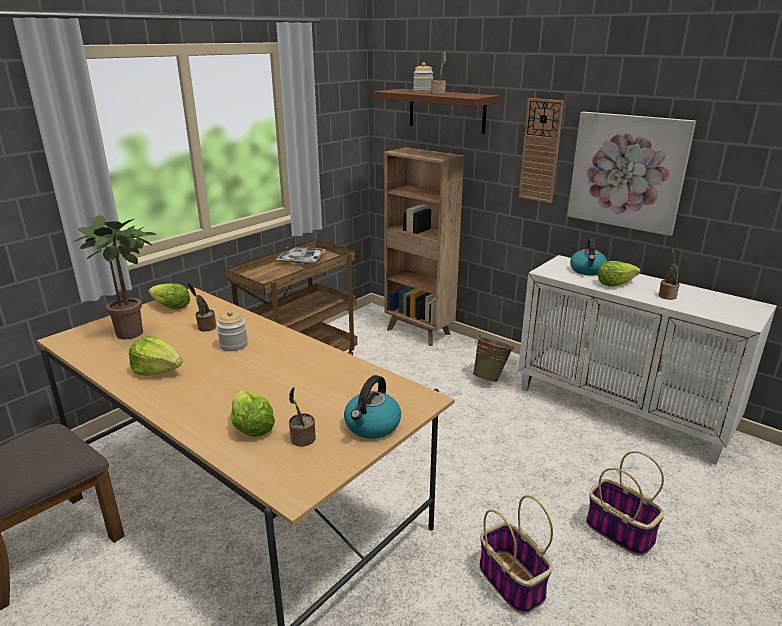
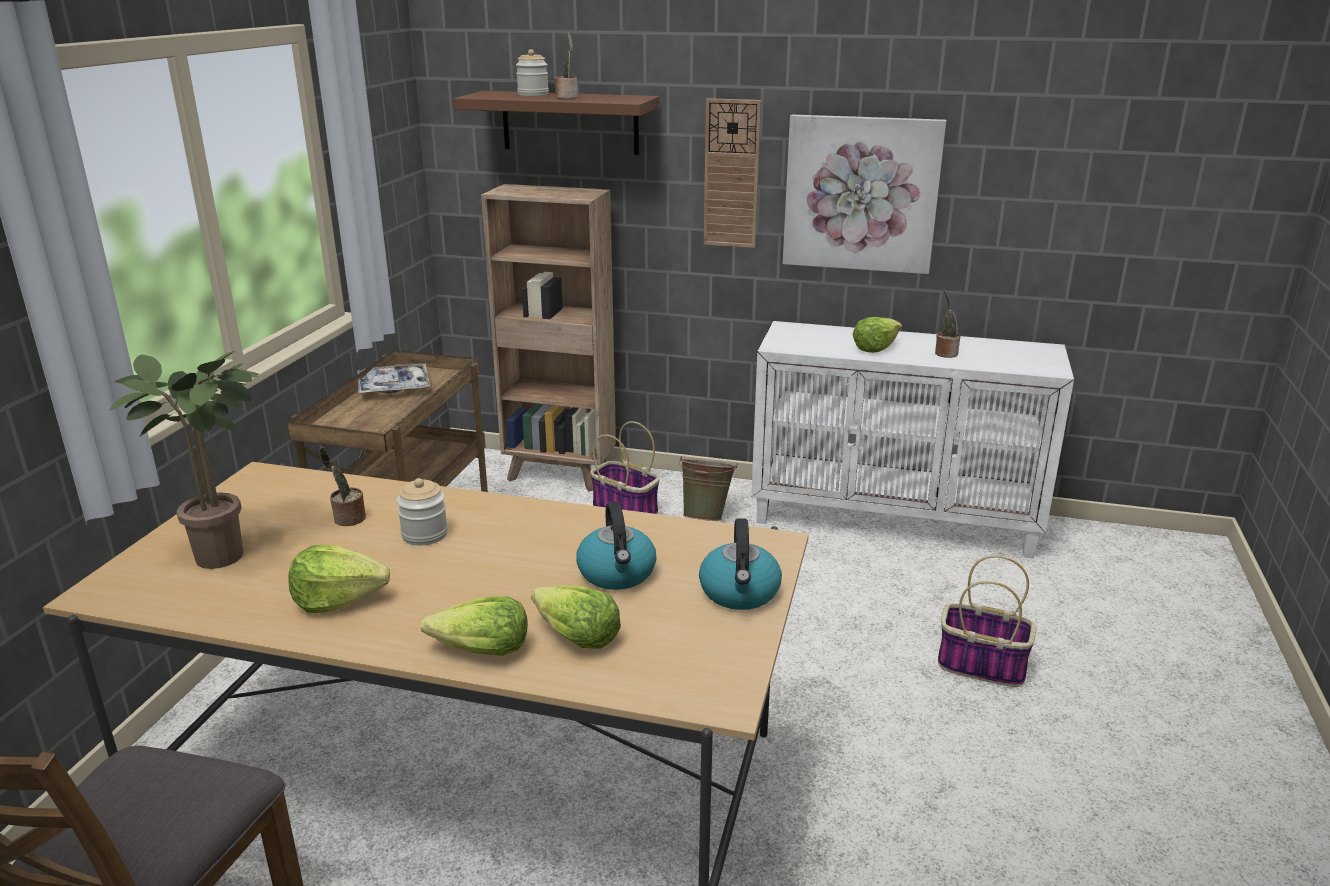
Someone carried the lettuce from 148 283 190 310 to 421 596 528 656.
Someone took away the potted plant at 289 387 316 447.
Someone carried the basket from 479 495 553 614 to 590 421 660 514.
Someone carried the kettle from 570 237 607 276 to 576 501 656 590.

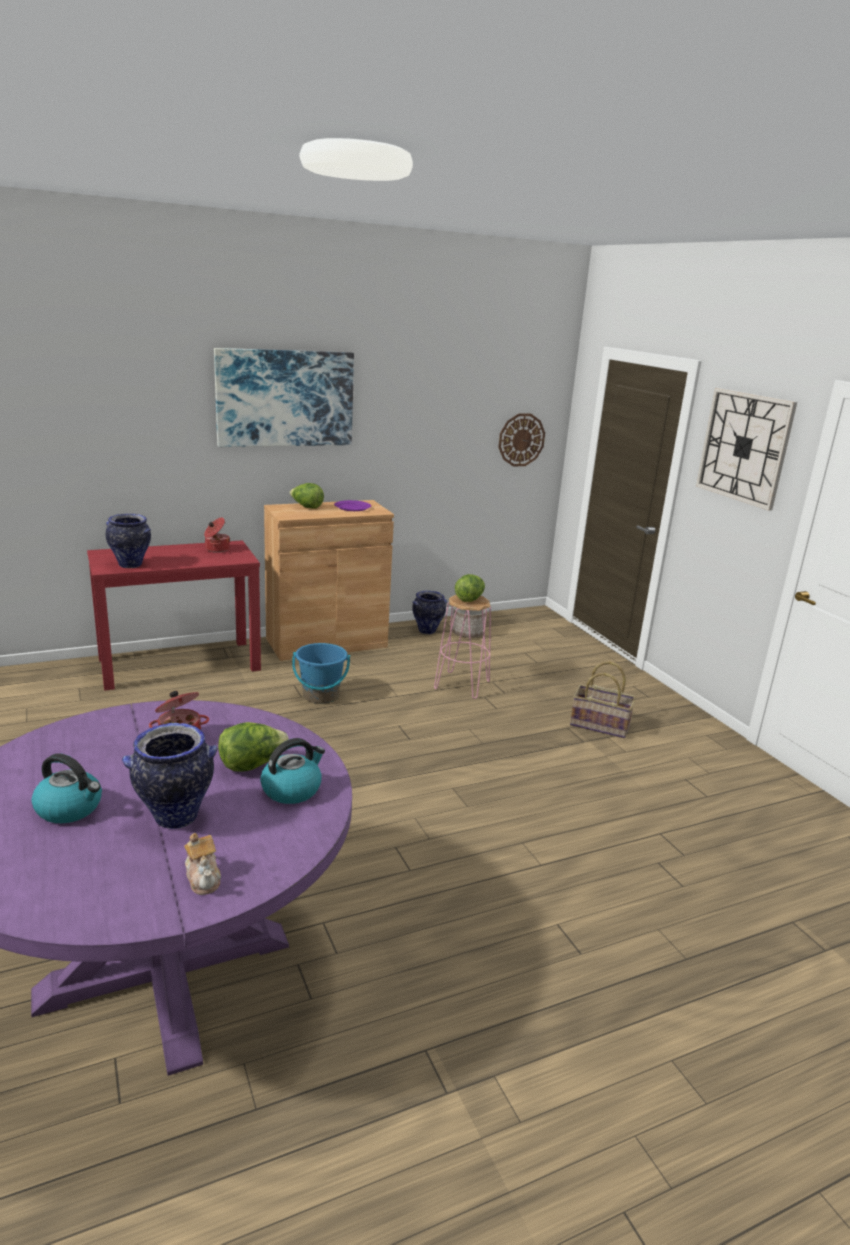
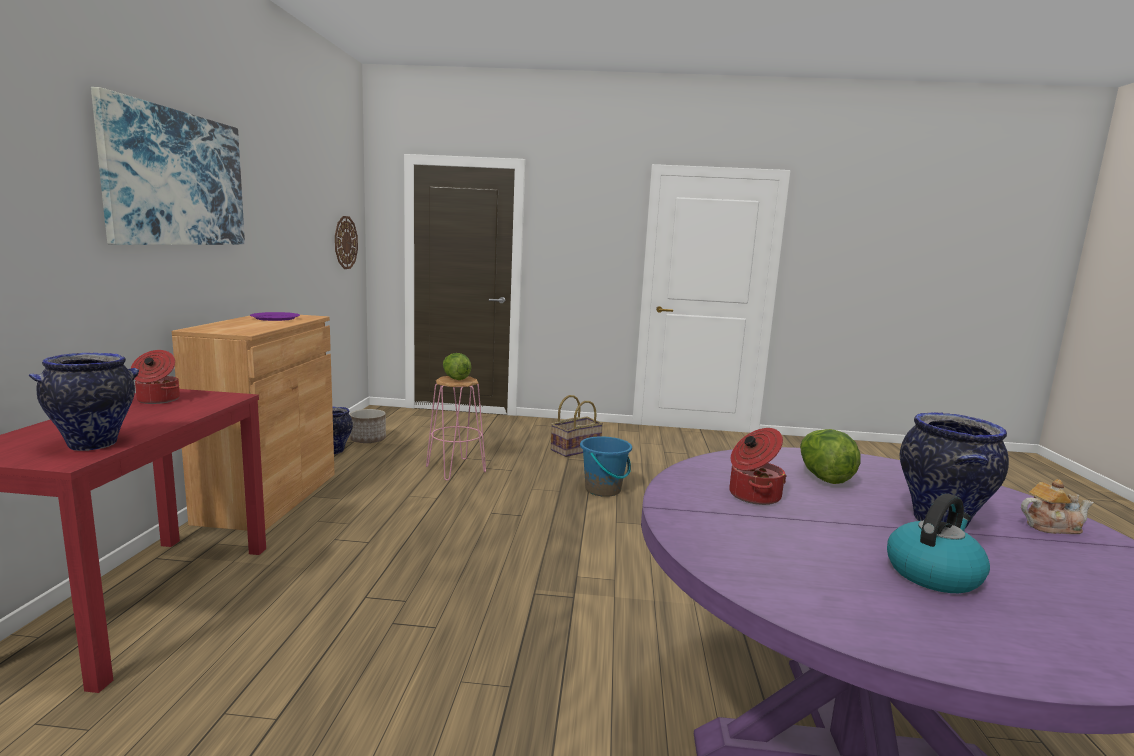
Someone took away the kettle at 260 738 325 804.
Someone took away the lettuce at 290 483 324 509.
Someone carried the blue bucket from 292 643 350 704 to 580 436 632 497.
Someone took away the wall clock at 696 388 797 511.

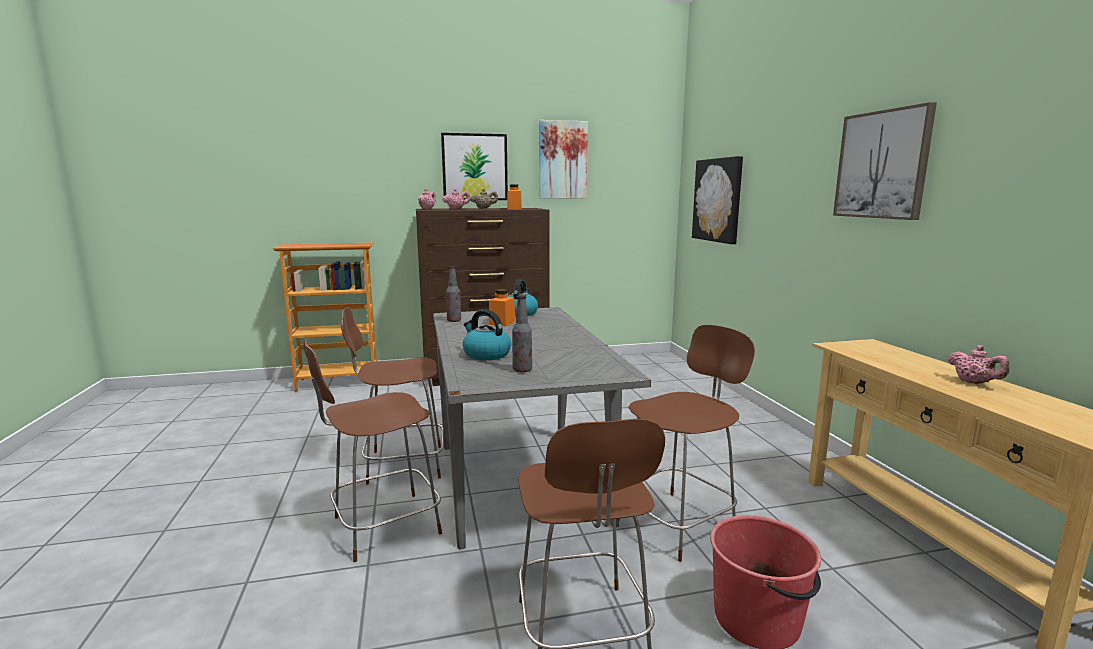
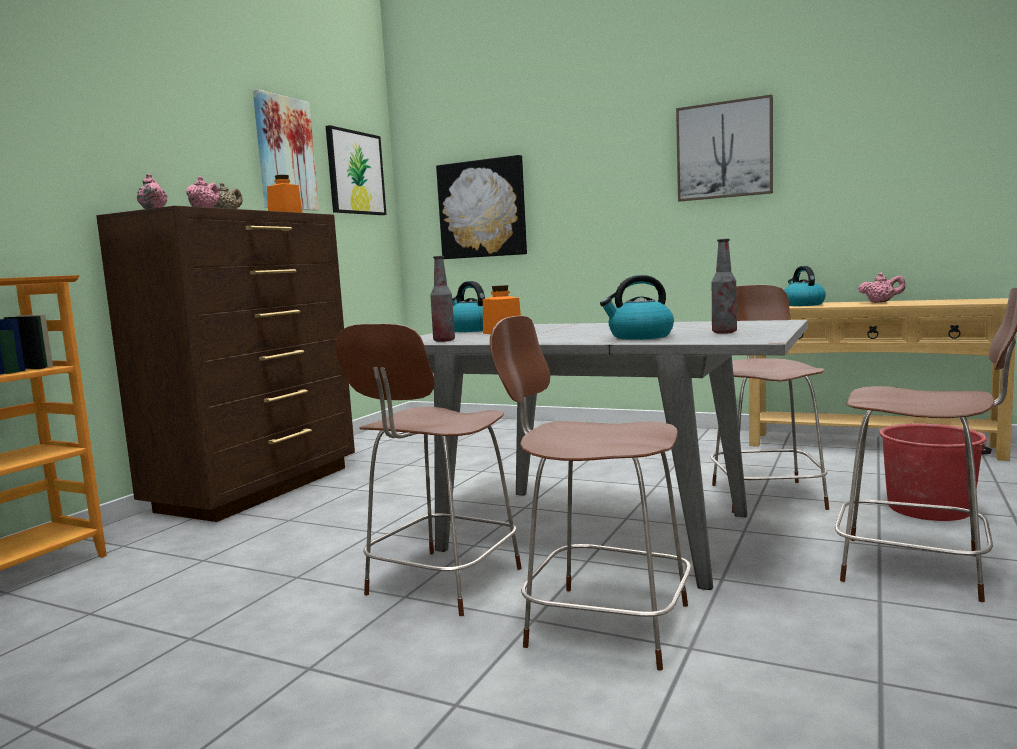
Someone rotated the brown chair at 304 341 442 562 by 105 degrees clockwise.
Someone carried the picture from 441 133 508 200 to 326 125 387 215.
Someone put down the kettle at 784 266 826 306.

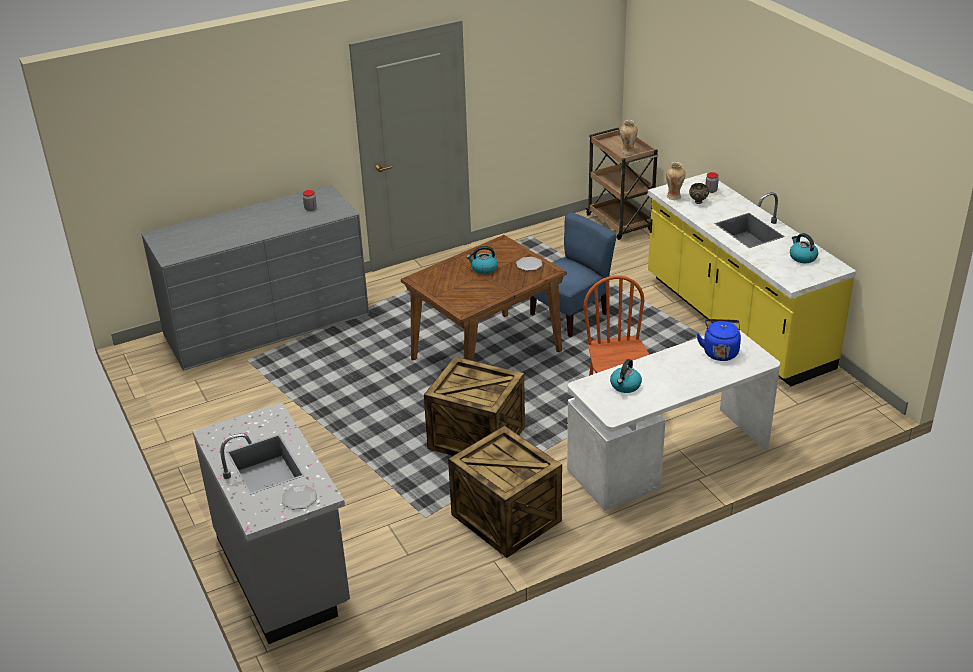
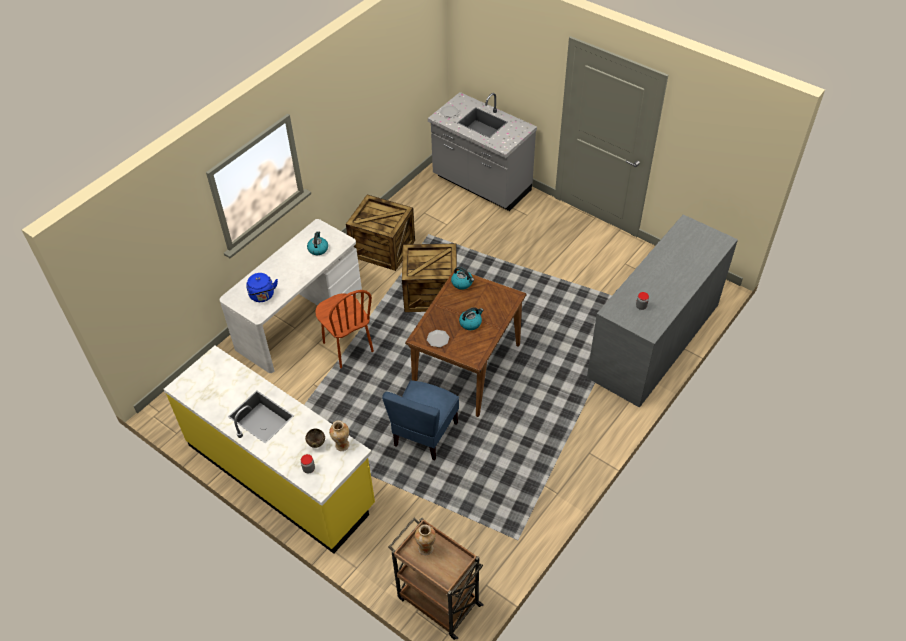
Someone carried the kettle from 790 233 818 263 to 451 267 474 290.

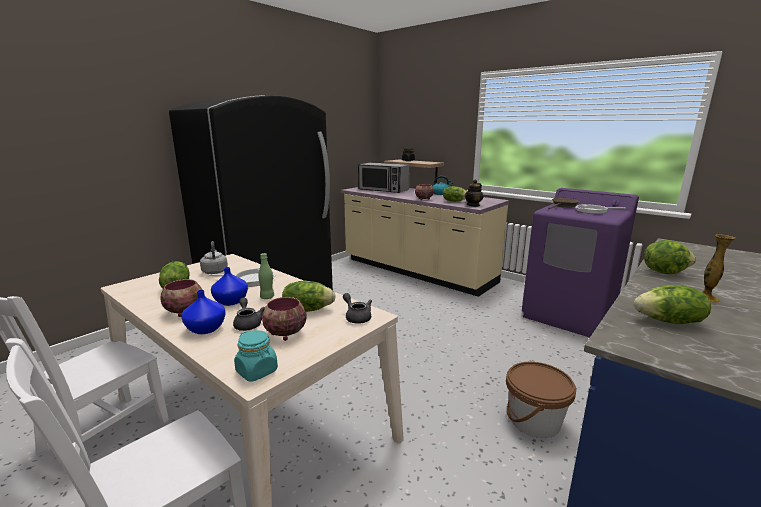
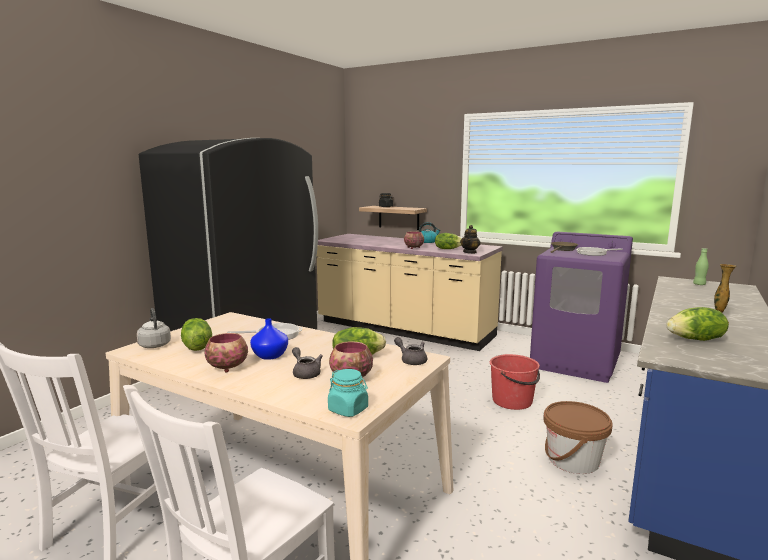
Someone took away the blue vase at 182 290 226 334.
Someone carried the grey kettle from 200 241 228 274 to 137 308 171 348.
Someone carried the green bottle from 258 253 274 299 to 693 248 709 285.
Someone took away the microwave at 358 163 410 193.
Someone took away the lettuce at 644 240 696 274.
Someone put down the red bucket at 490 354 540 410.

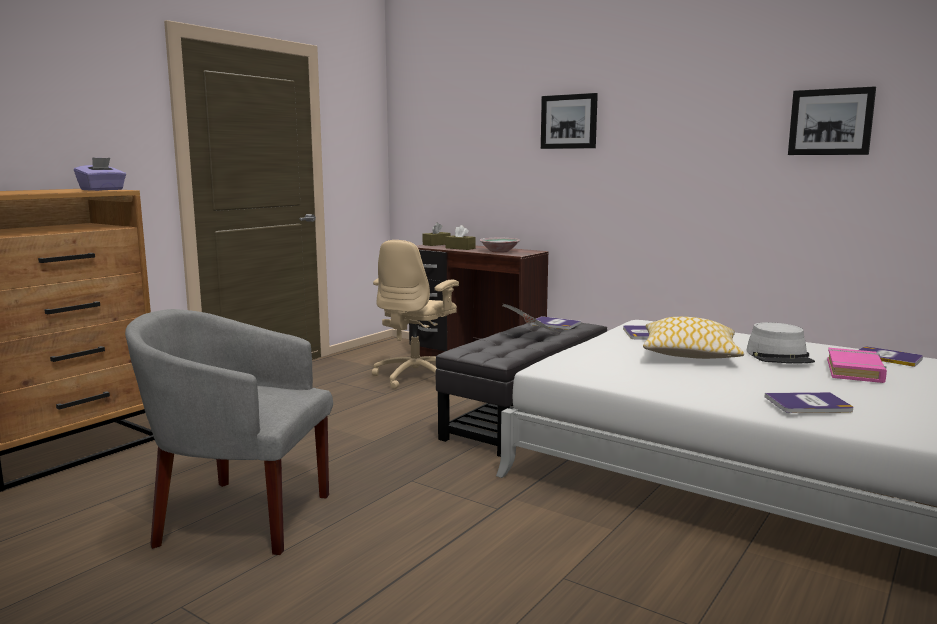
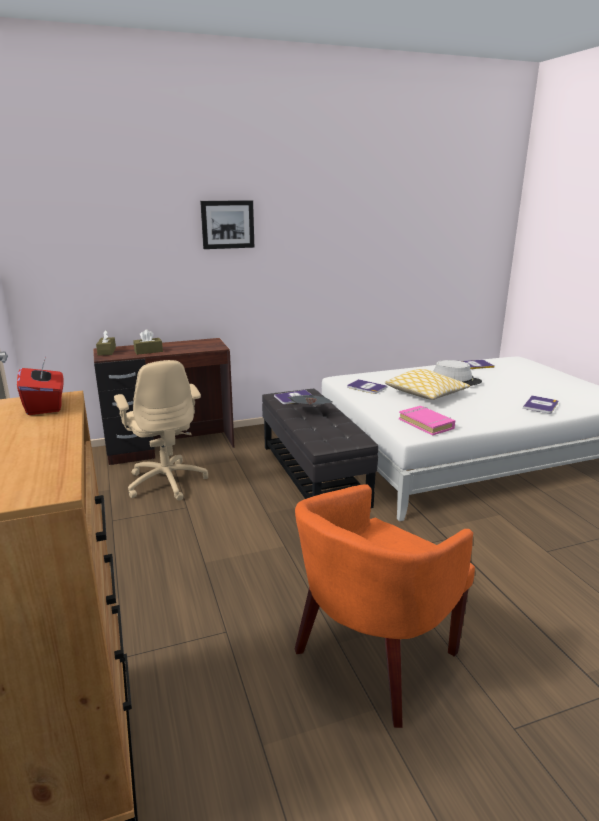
Someone repainted the purple tissue box at 74 157 126 191, which became the red tissue box at 17 357 64 415.
Someone repainted the grey armchair at 125 309 333 555, which became the orange armchair at 295 484 475 728.
Someone took away the bowl at 479 238 520 253.
Someone took away the picture at 788 86 876 155.
Someone carried the pink book from 827 348 887 383 to 399 406 455 436.

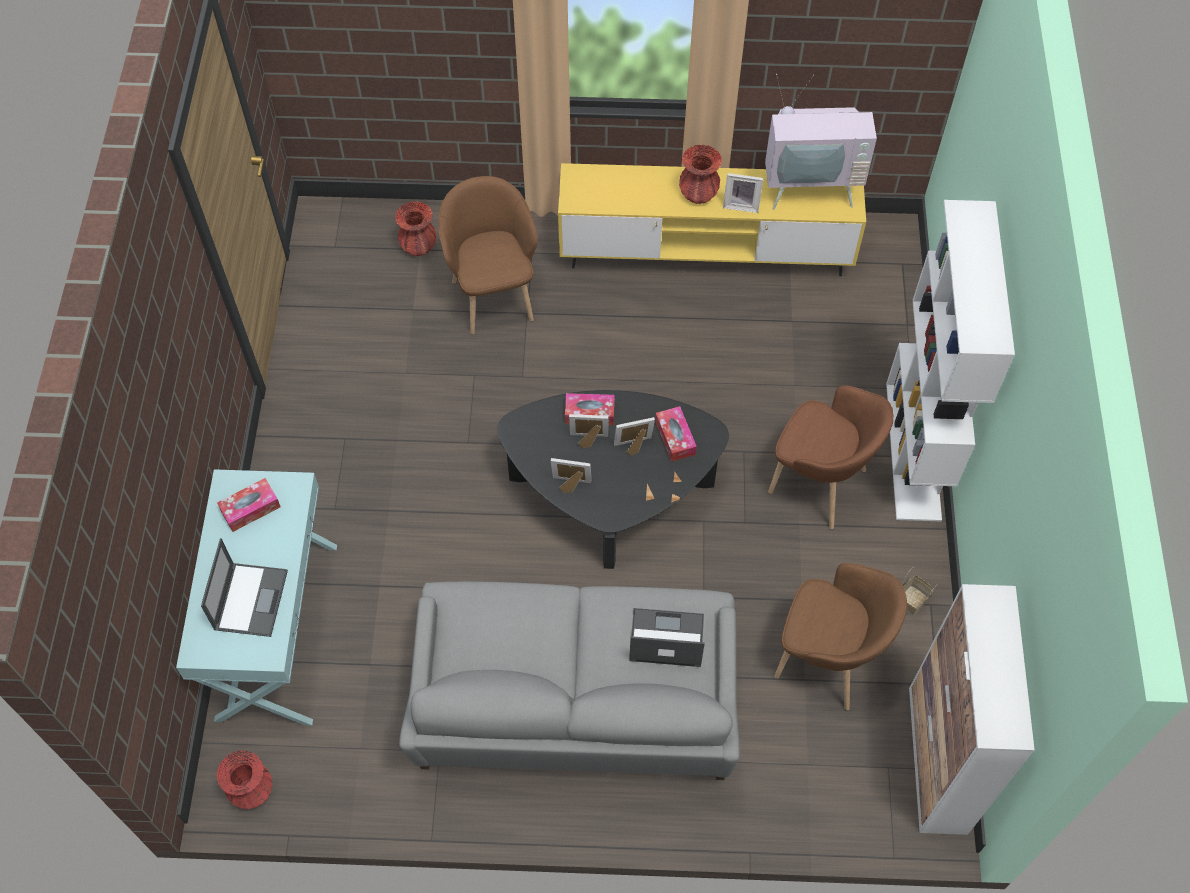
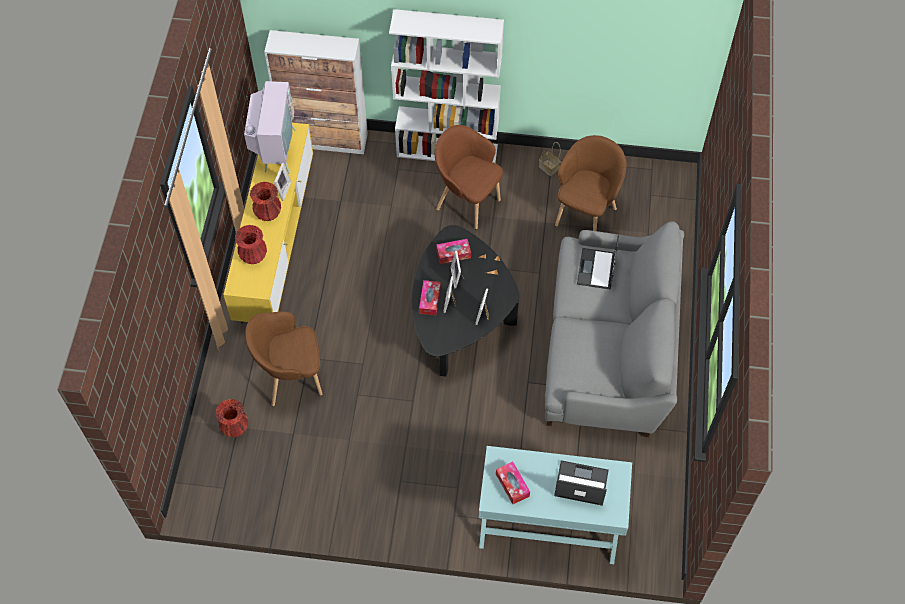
Someone carried the red vase from 216 750 273 809 to 235 225 267 264.
Someone rotated the brown armchair at 768 385 894 530 by 90 degrees counterclockwise.
Someone carried the cabinet from 909 584 1035 835 to 264 30 368 154.

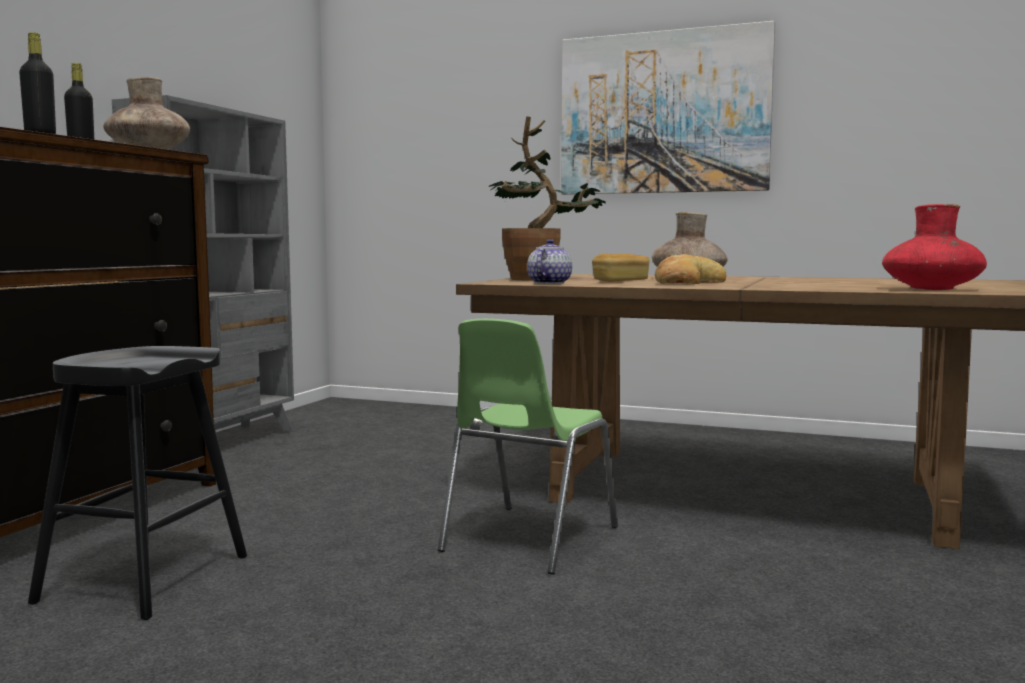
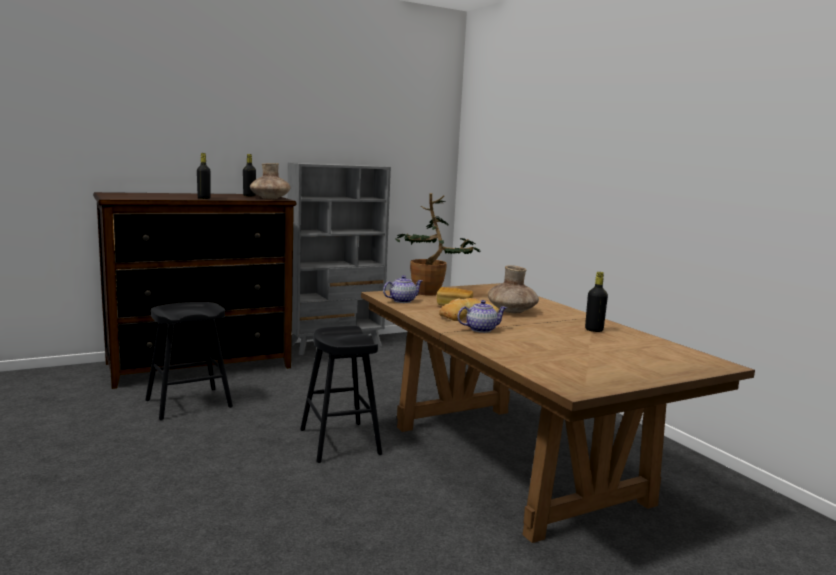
Someone swapped the green chair at 438 319 618 575 for the black stool at 300 326 382 463.
Someone took away the picture at 561 21 775 195.
Someone took away the red vase at 882 204 987 290.
Someone put down the teapot at 457 300 507 333.
Someone put down the black bottle at 585 272 608 332.

